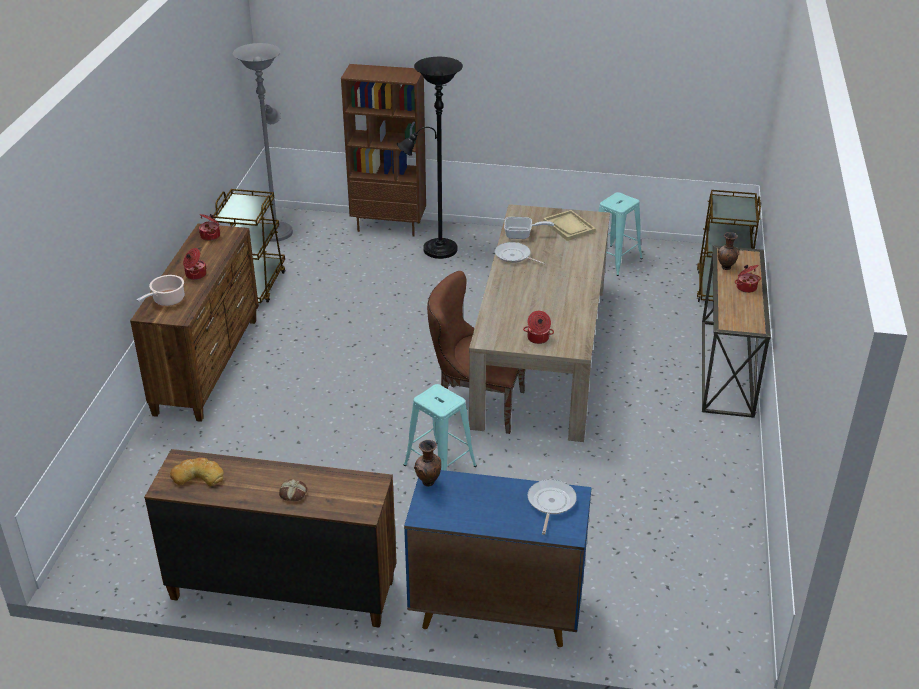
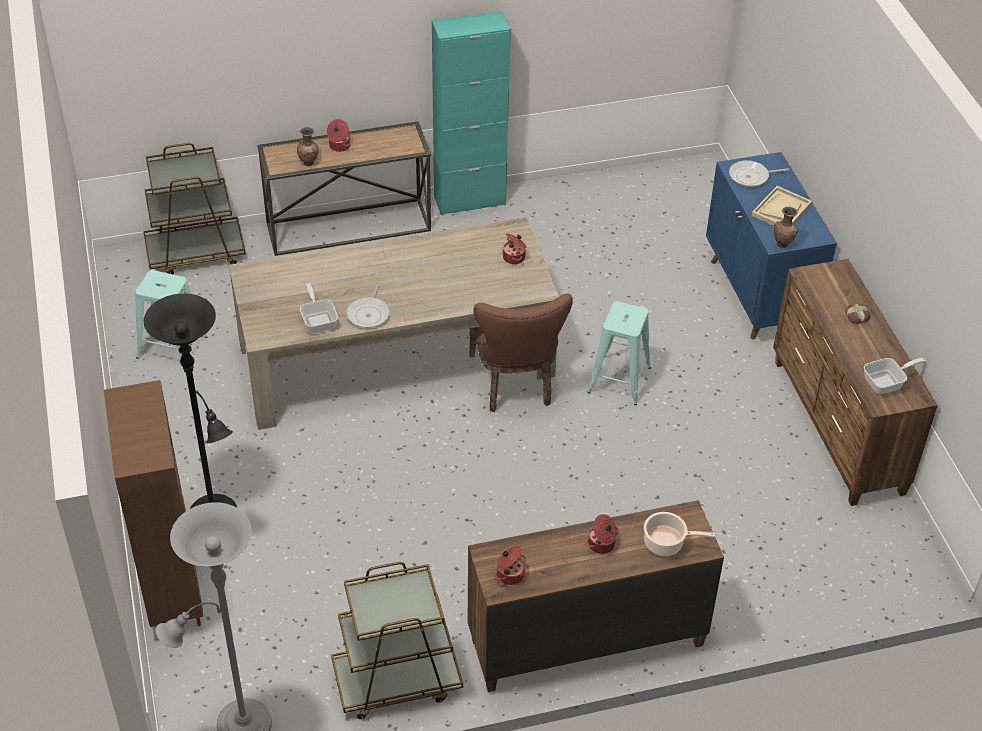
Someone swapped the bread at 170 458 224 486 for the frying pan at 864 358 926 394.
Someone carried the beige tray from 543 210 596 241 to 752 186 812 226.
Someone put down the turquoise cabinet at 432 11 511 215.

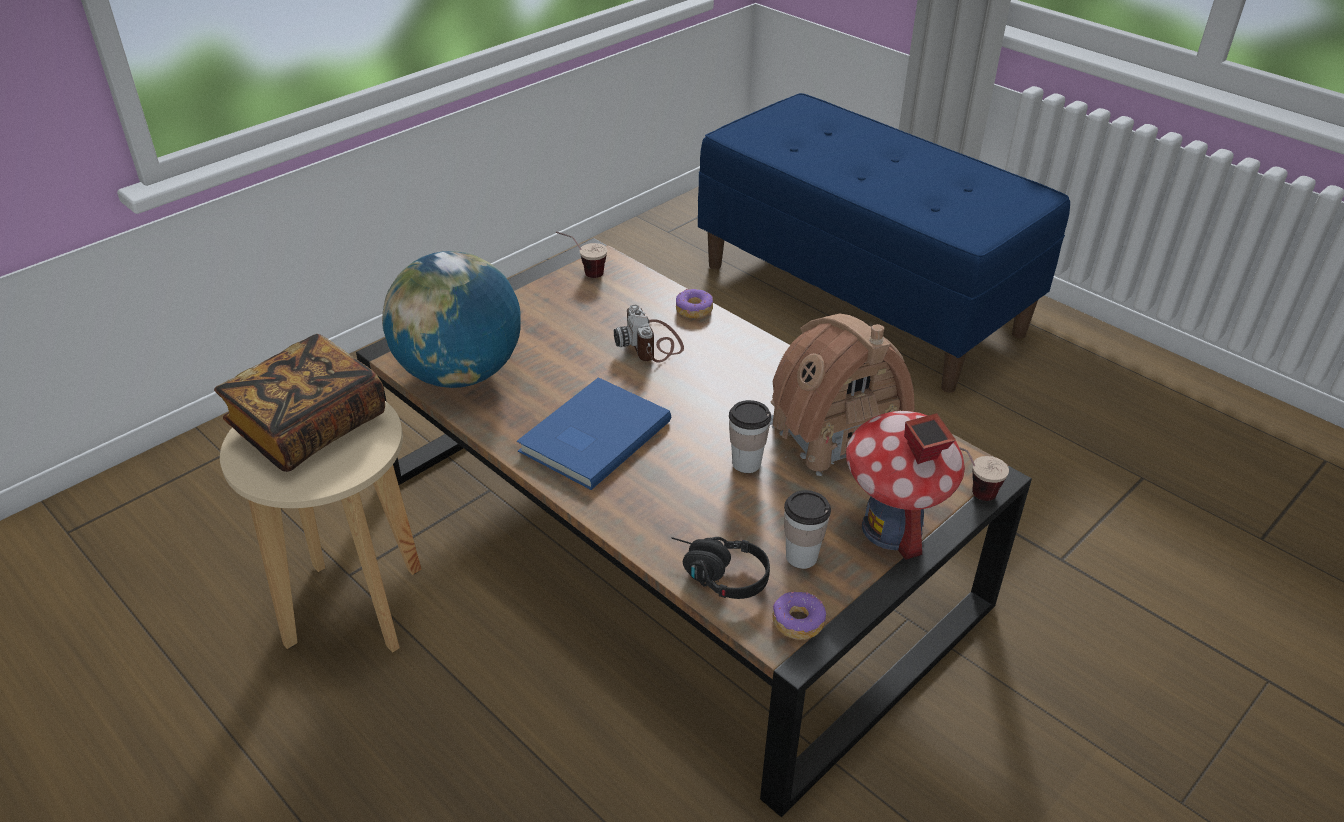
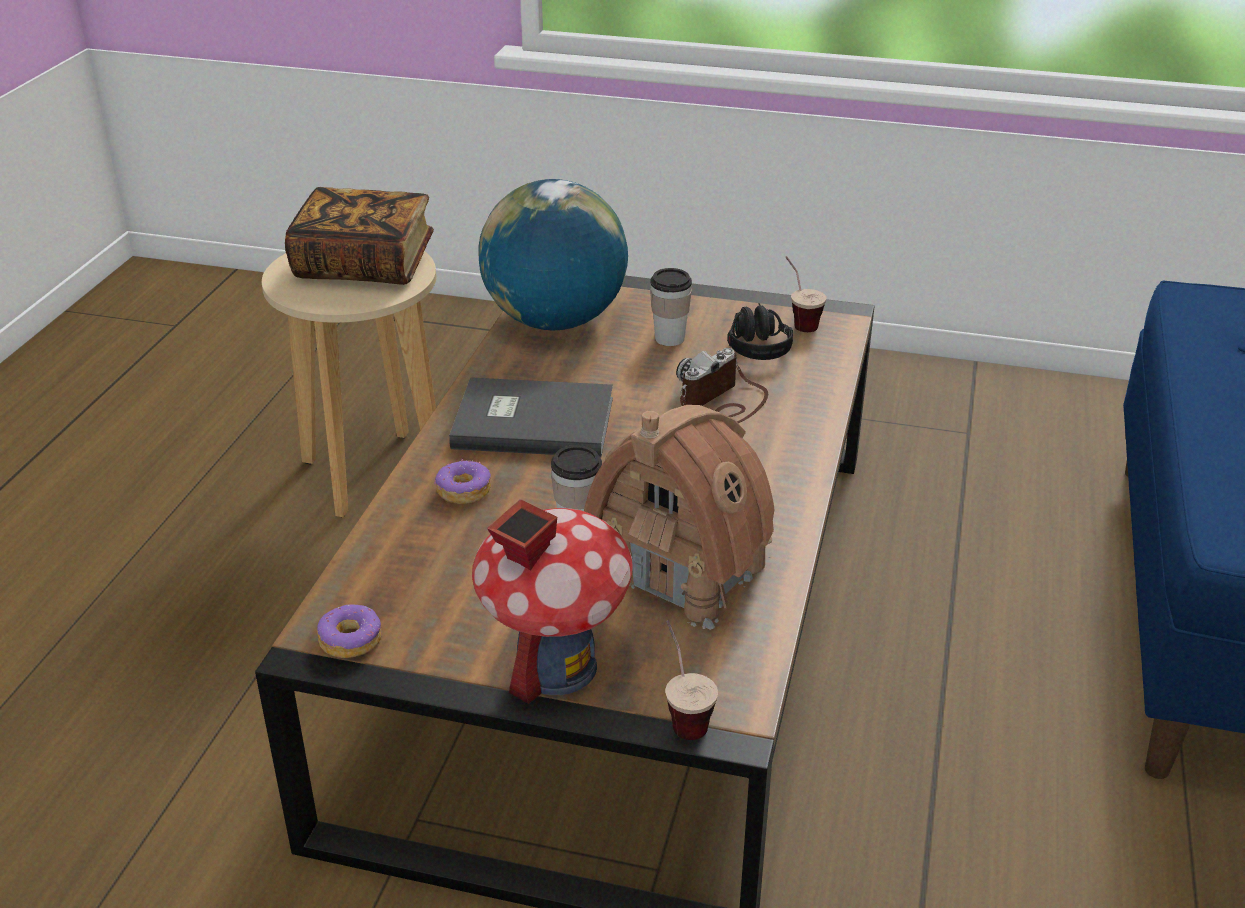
Someone repainted the blue book at 517 377 671 490, which became the grey book at 449 377 613 457.
Someone carried the black headphones from 671 537 770 599 to 727 303 793 360.
Someone carried the donut from 676 289 713 319 to 434 459 491 504.
Someone carried the cup from 784 490 831 569 to 650 268 692 346.

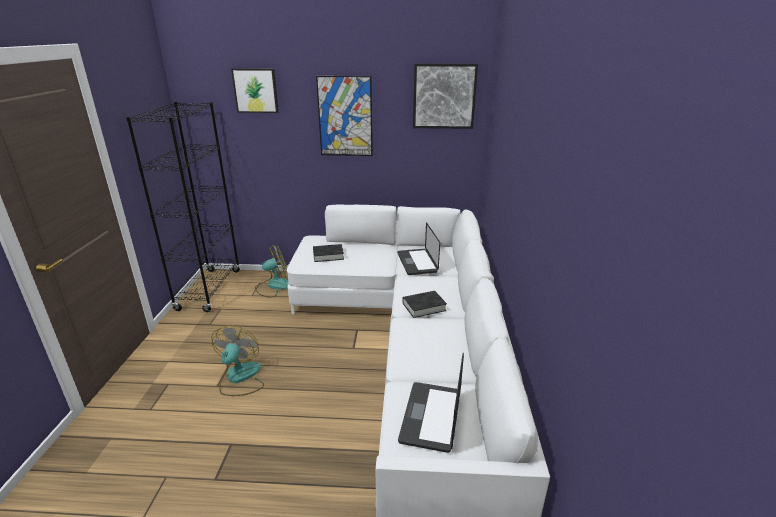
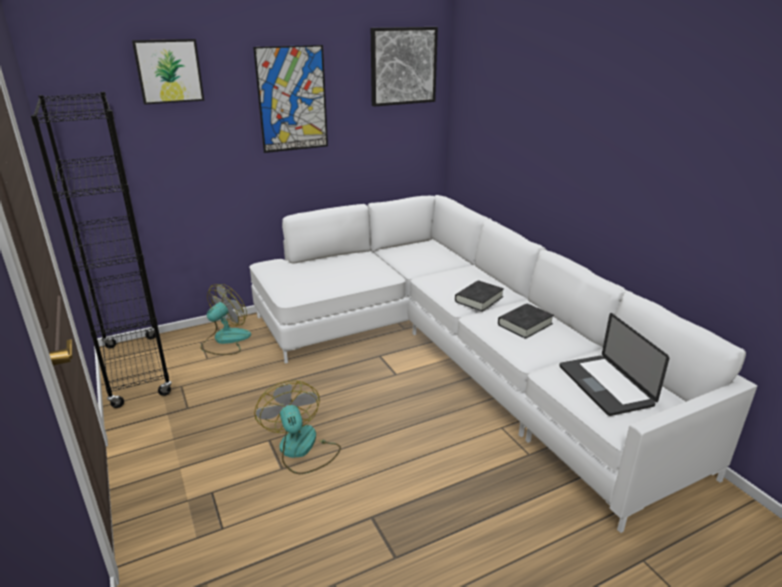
Someone carried the black book from 313 244 344 262 to 498 303 554 339.
Someone took away the laptop at 397 222 440 275.

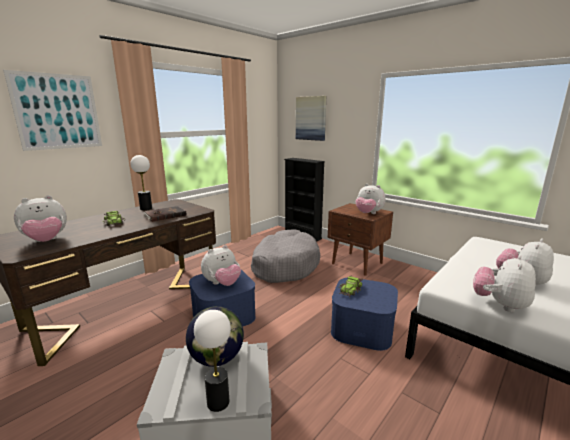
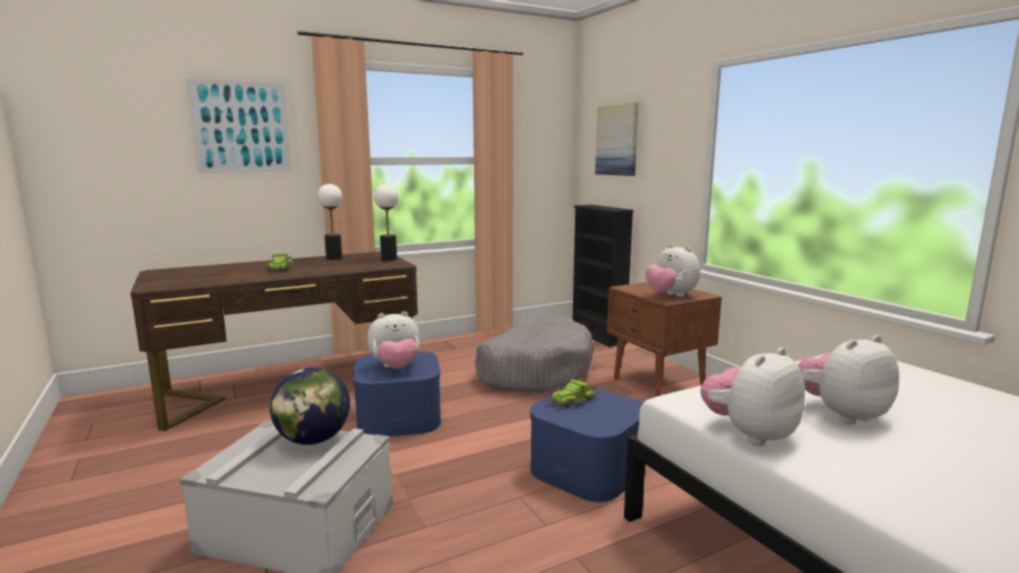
Someone took away the plush toy at 14 195 67 242.
Someone took away the brown book at 143 206 186 222.
Someone carried the table lamp from 194 310 231 412 to 374 184 399 261.

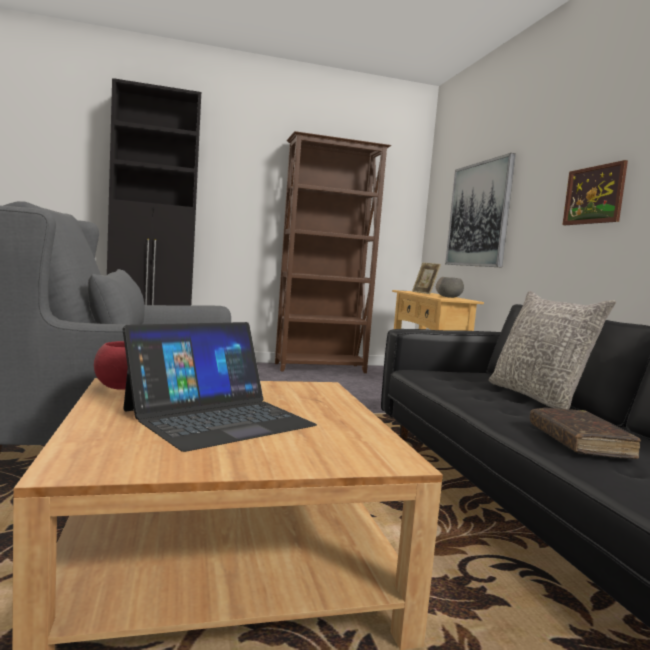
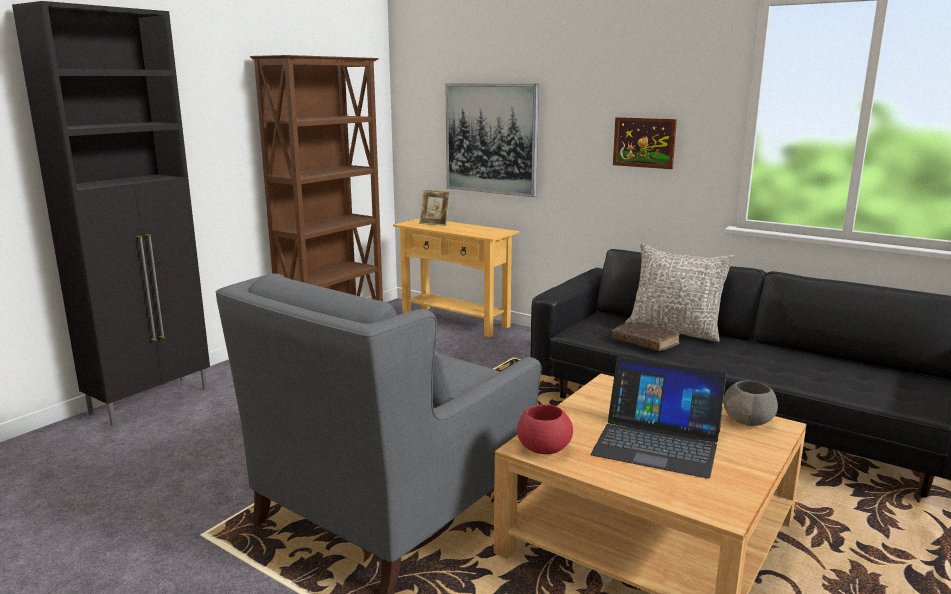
Someone rotated the laptop at 123 322 317 452 by 105 degrees clockwise.
Someone carried the grey bowl from 436 277 464 298 to 723 380 778 426.
Someone carried the brown book from 530 408 641 459 to 612 321 680 351.

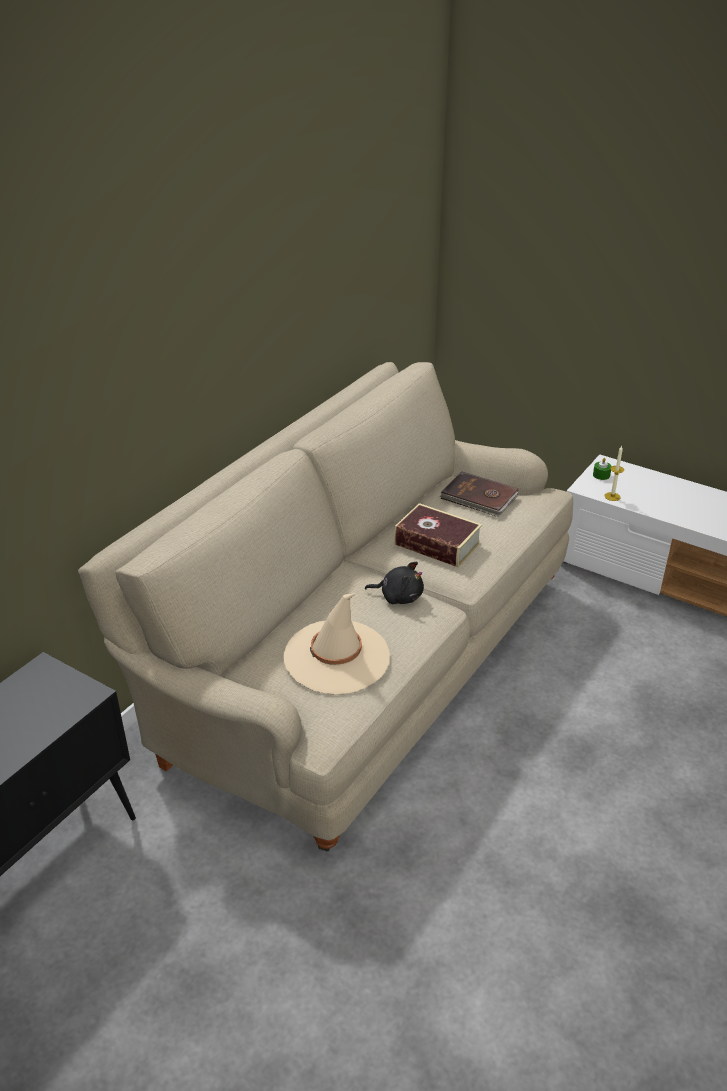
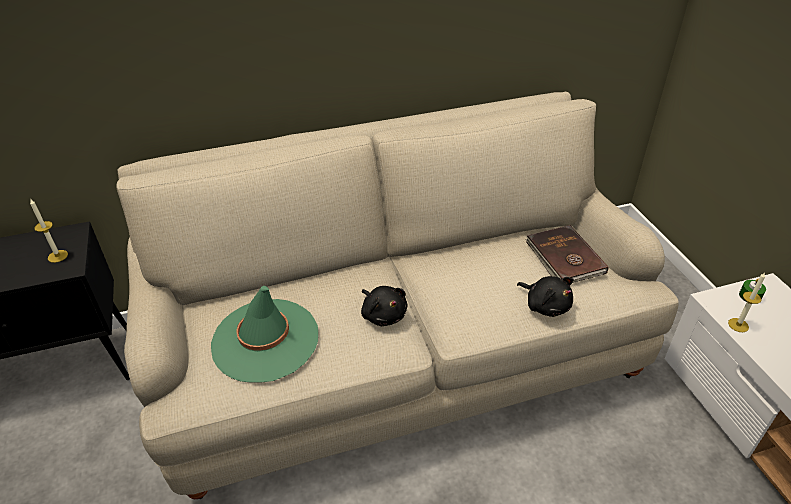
Someone repainted the beige hat at 284 593 390 695, which became the green hat at 211 286 318 383.
Someone took away the book at 394 503 482 567.
Someone put down the candle at 30 199 68 263.
Someone put down the black plush toy at 517 276 574 317.

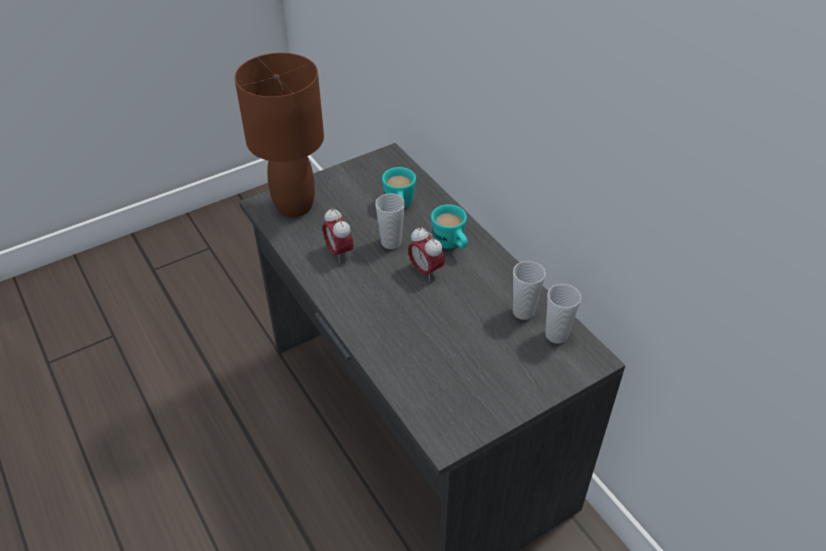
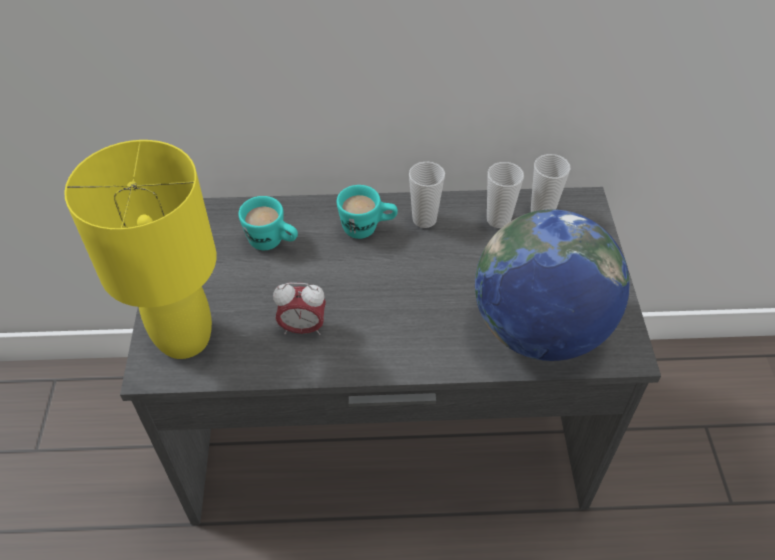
Someone repainted the brown table lamp at 234 53 324 217, which became the yellow table lamp at 64 140 216 359.
Someone carried the cup from 375 193 405 249 to 409 161 445 228.
Someone took away the alarm clock at 408 227 445 281.
Someone put down the globe at 475 209 630 361.

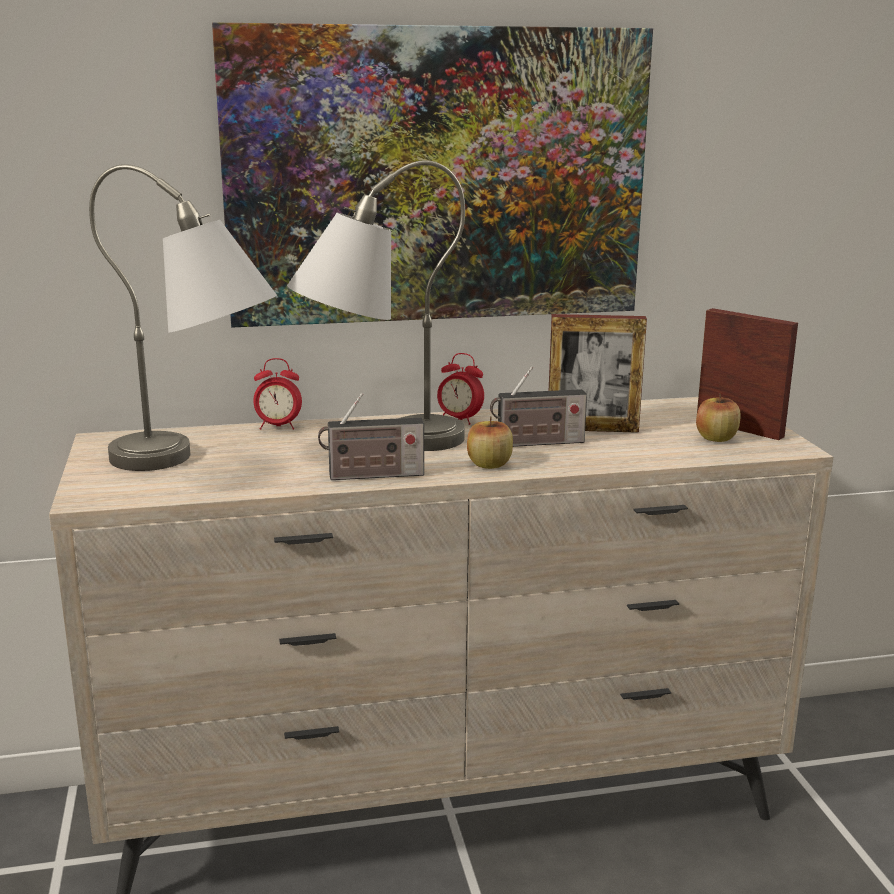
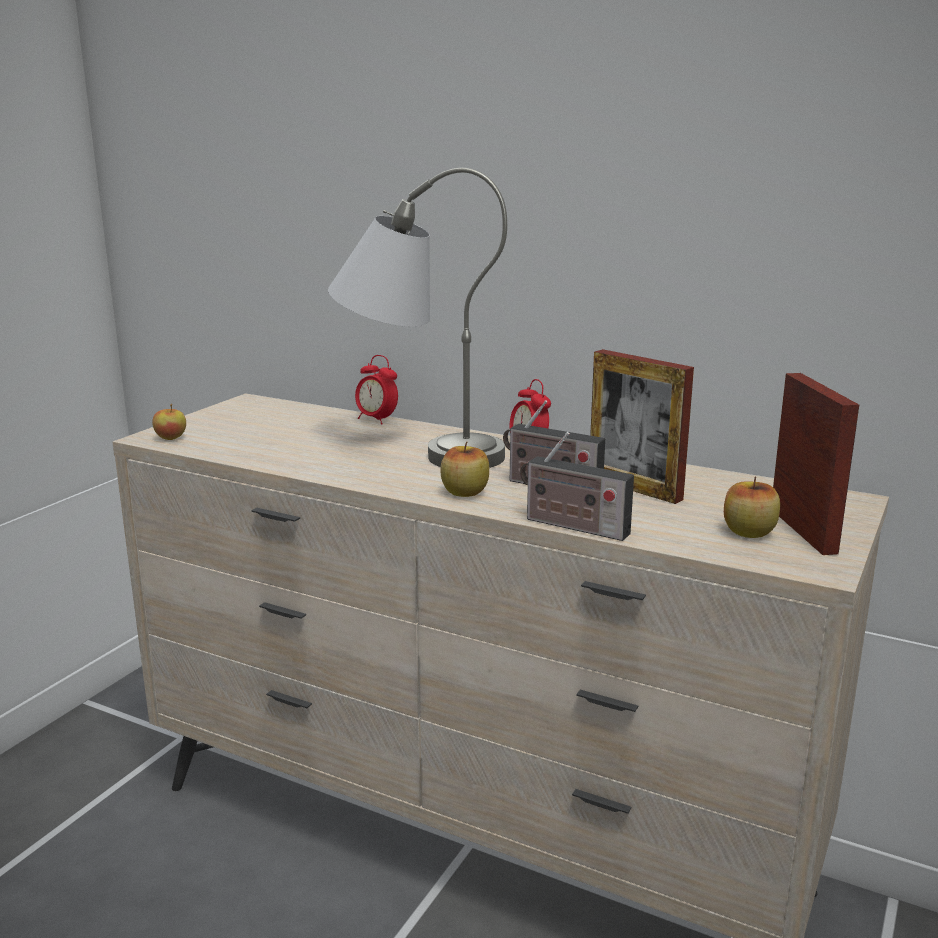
Someone took away the grey table lamp at 89 164 277 471.
Someone took away the picture at 212 22 653 328.
Someone carried the radio from 318 393 424 480 to 520 432 634 541.
Someone put down the apple at 152 404 186 440.

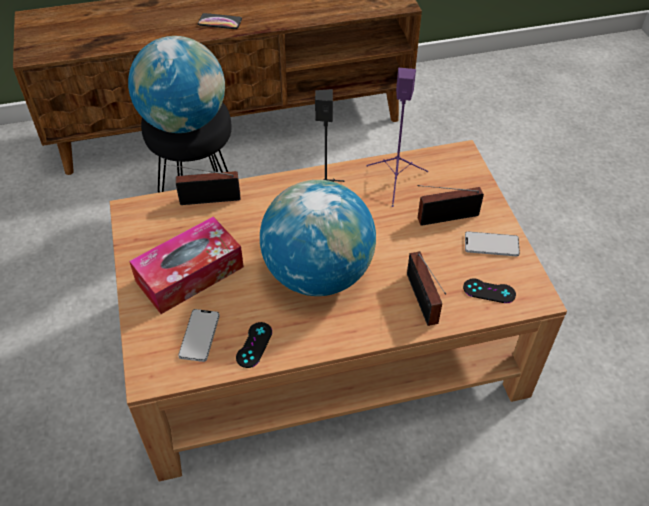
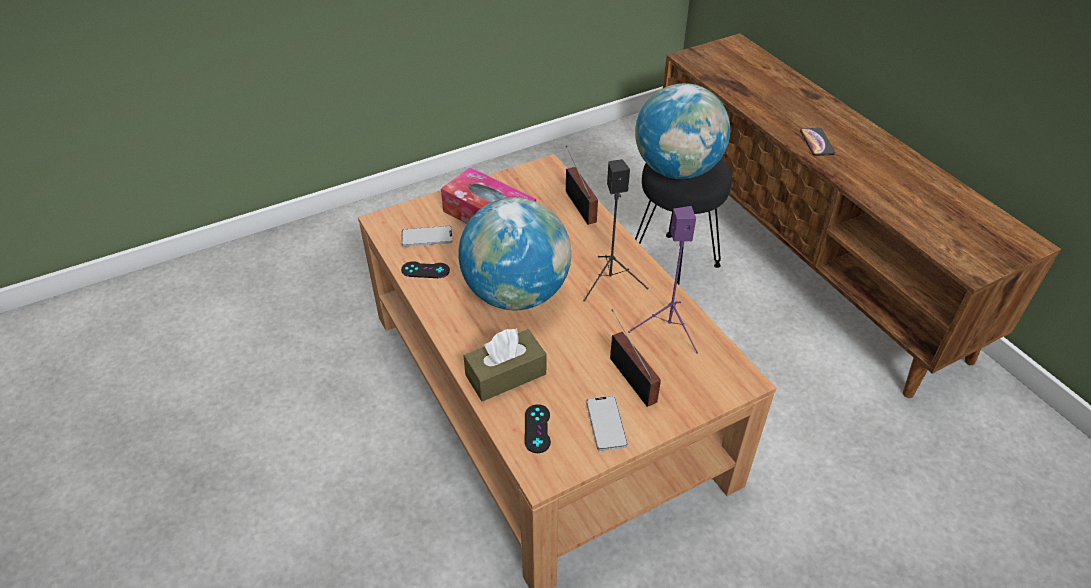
Someone swapped the radio at 407 251 446 326 for the brown tissue box at 463 328 546 401.

